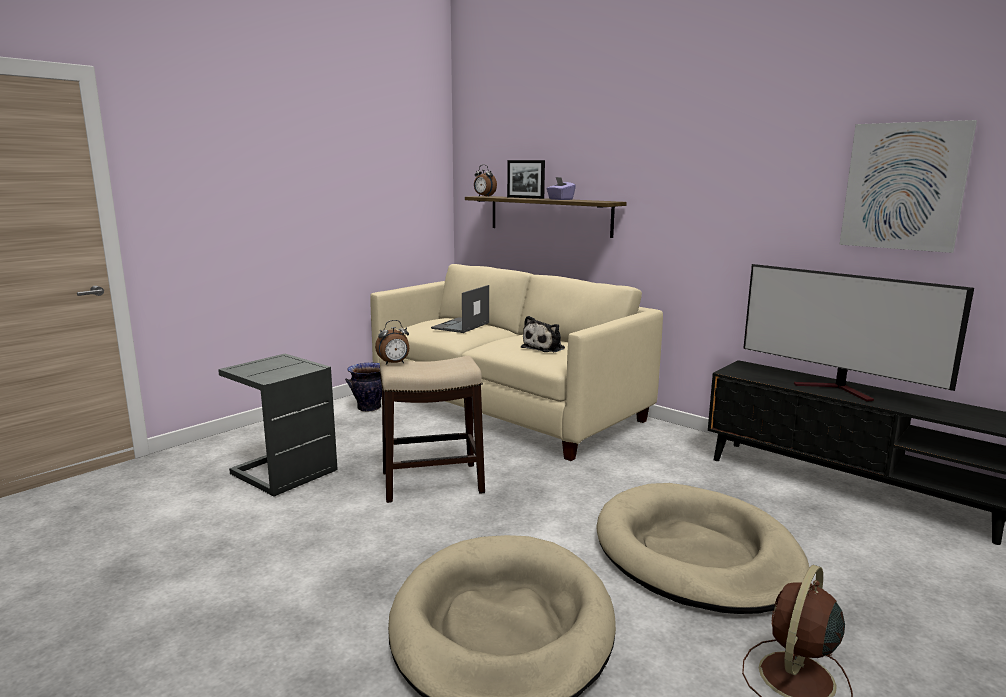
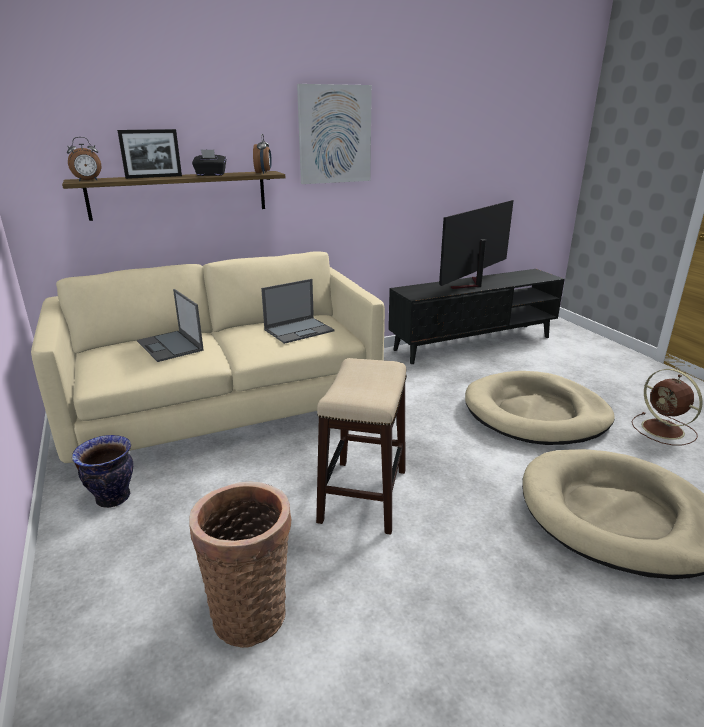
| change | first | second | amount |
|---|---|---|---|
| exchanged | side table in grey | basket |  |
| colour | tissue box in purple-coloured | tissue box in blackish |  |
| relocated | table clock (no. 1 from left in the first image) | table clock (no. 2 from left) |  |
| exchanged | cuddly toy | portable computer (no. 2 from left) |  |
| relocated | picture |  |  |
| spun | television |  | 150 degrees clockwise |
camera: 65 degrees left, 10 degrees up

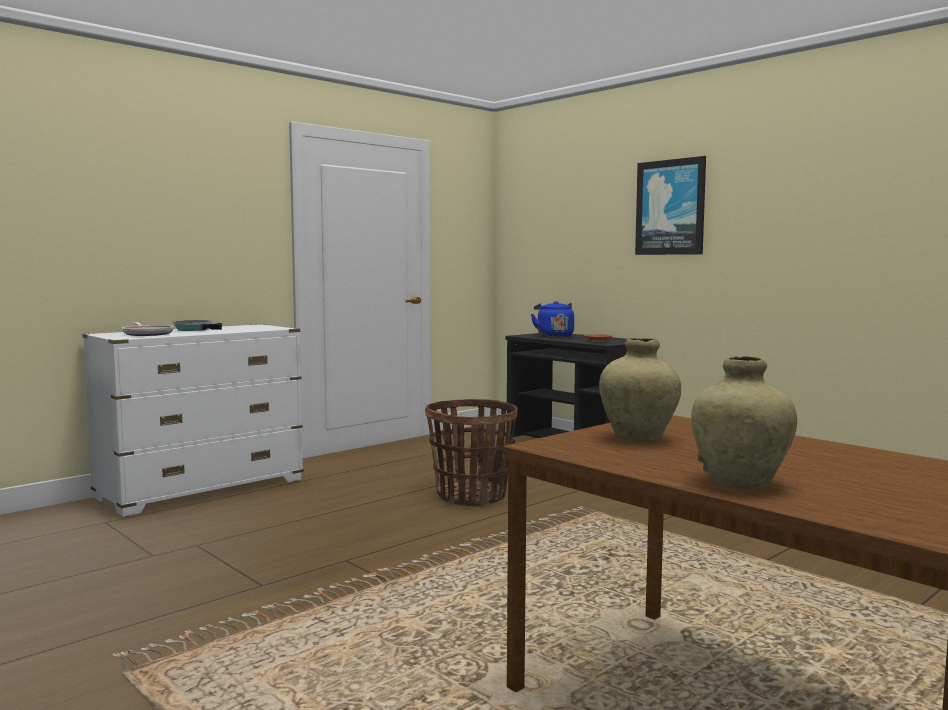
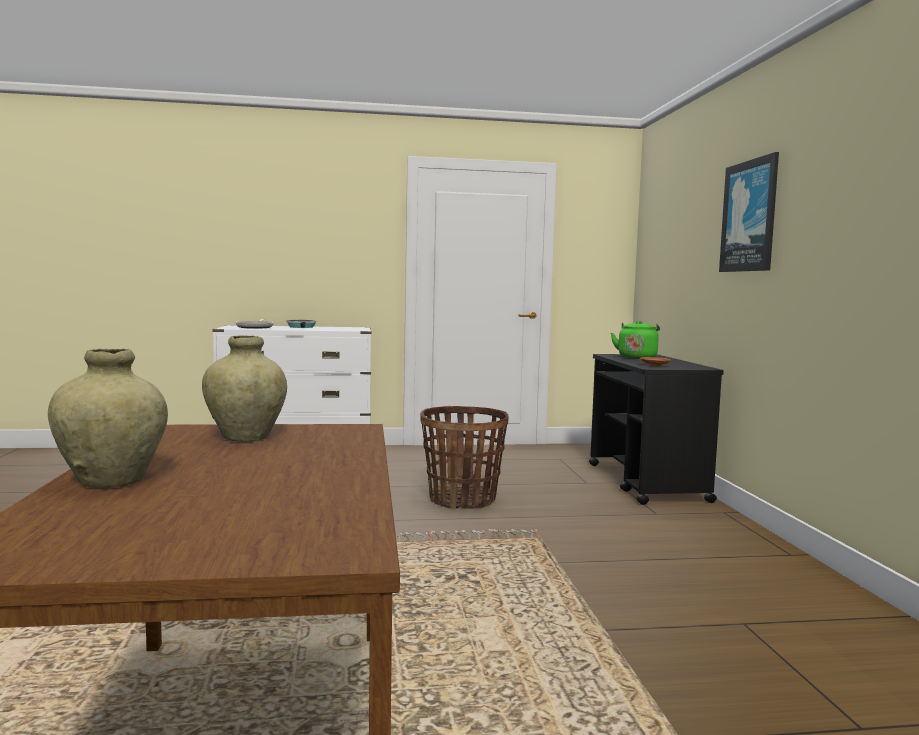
| change | first | second | amount |
|---|---|---|---|
| colour | water kettle in bluish | water kettle in greenish |  |
camera: 35 degrees right, 0 degrees up

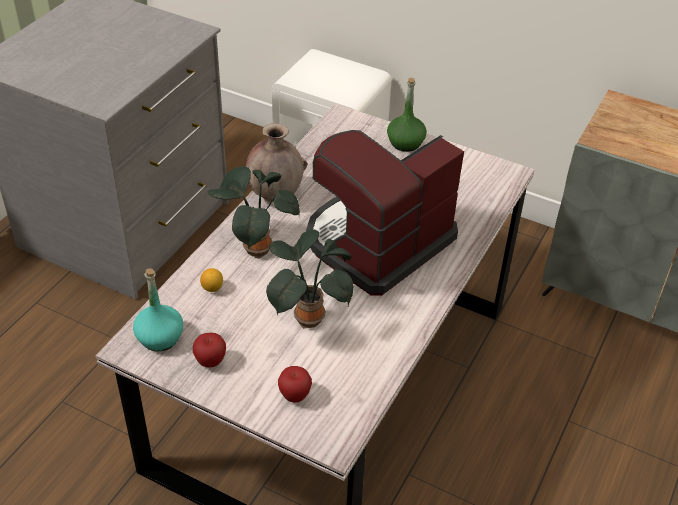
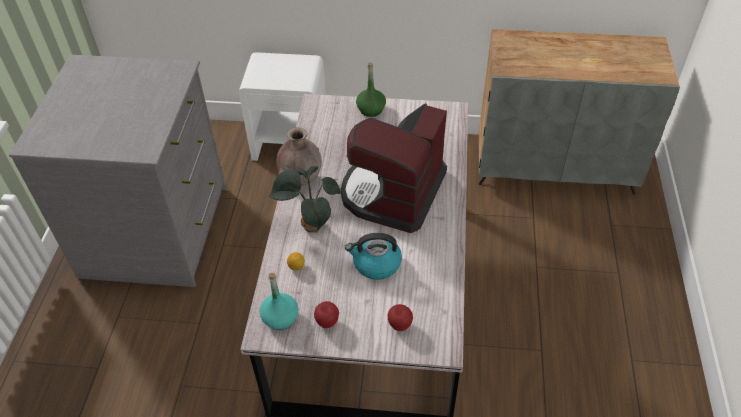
| change | first | second | amount |
|---|---|---|---|
| exchanged | houseplant (no. 2 from left) | water kettle |  |
camera: 20 degrees left, 5 degrees up

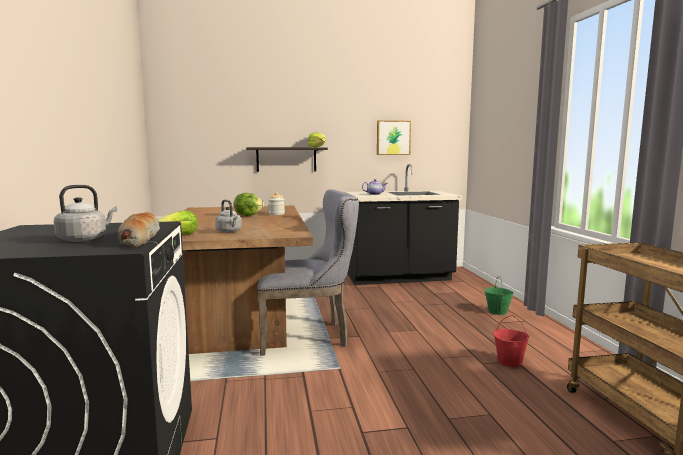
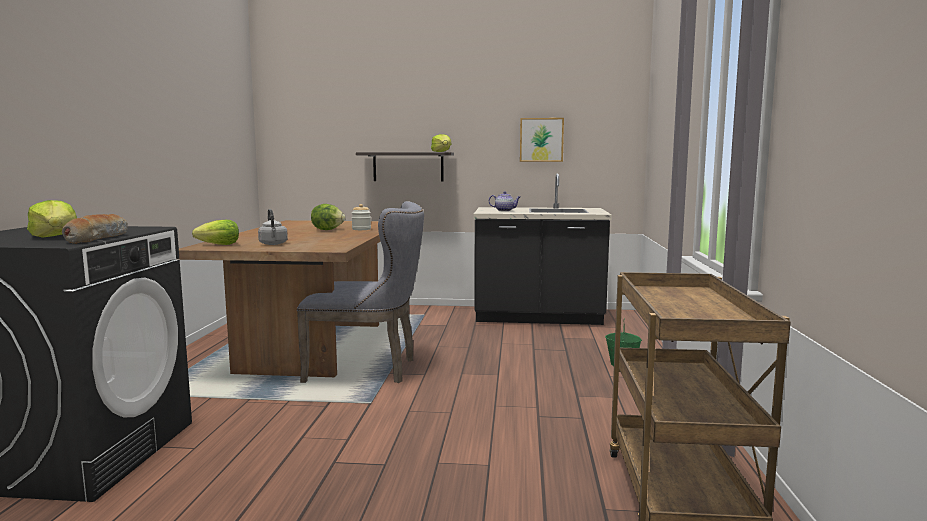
| change | first | second | amount |
|---|---|---|---|
| exchanged | water kettle in grey (no. 1 from left) | head of lettuce (no. 1 from left) |  |
| missing | bucket in red-coloured |  |  |
camera: 15 degrees right, 0 degrees up

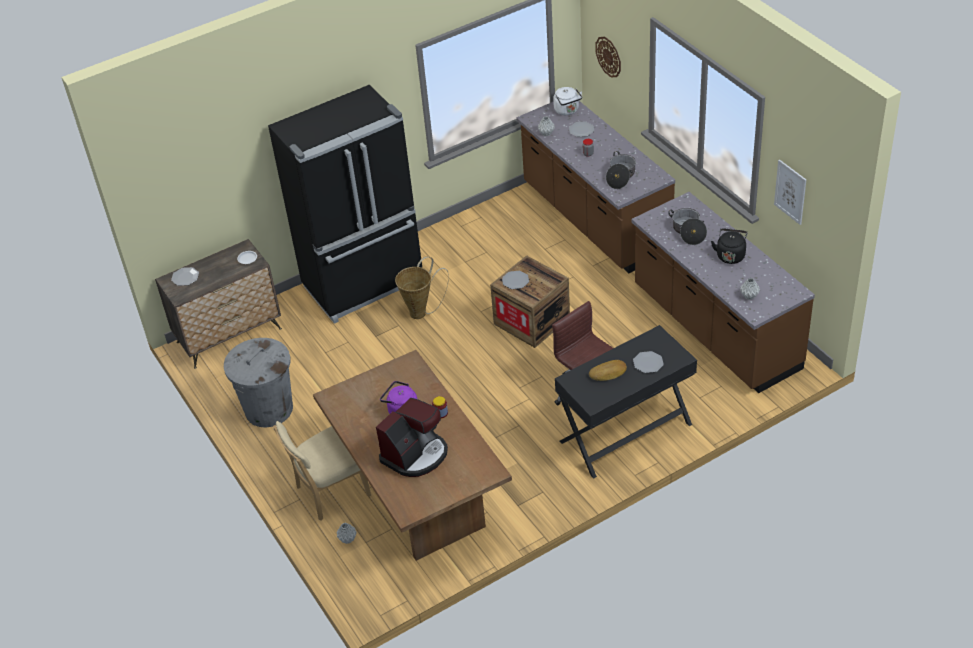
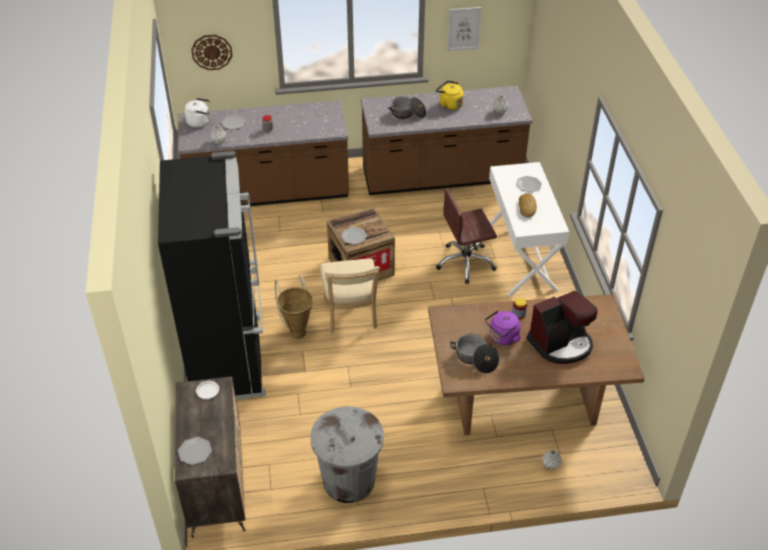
| change | first | second | amount |
|---|---|---|---|
| relocated | chair in beige-coloured |  |  |
| colour | water kettle in blackish | water kettle in yellow-coloured |  |
| relocated | stockpot (no. 1 from left in the first image) | stockpot (no. 2 from left) |  |
| colour | desk unit in blackish | desk unit in white-coloured |  |
| spun | coffee brewer |  | 90 degrees clockwise |
camera: 70 degrees left, 0 degrees up

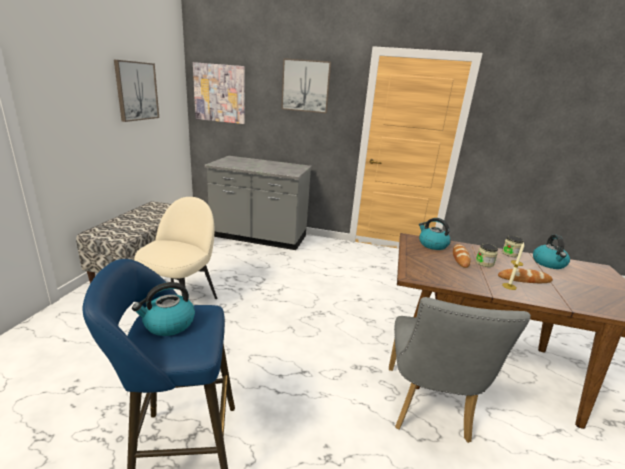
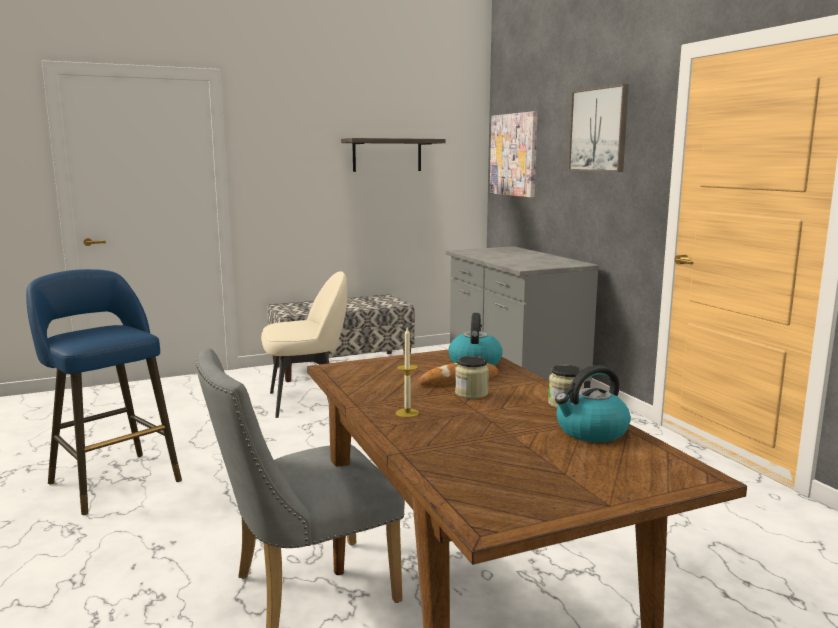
| change | first | second | amount |
|---|---|---|---|
| exchanged | picture (no. 1 from left) | shelf |  |
| missing | water kettle (no. 1 from left) |  |  |
| missing | bread (no. 2 from left) |  |  |
camera: 55 degrees right, 10 degrees down

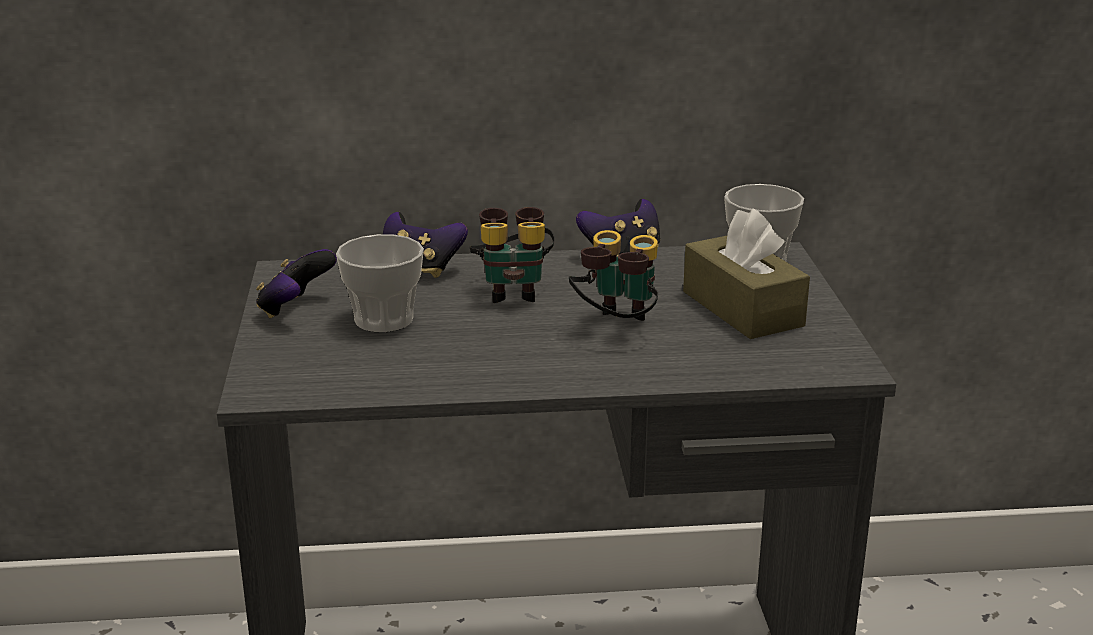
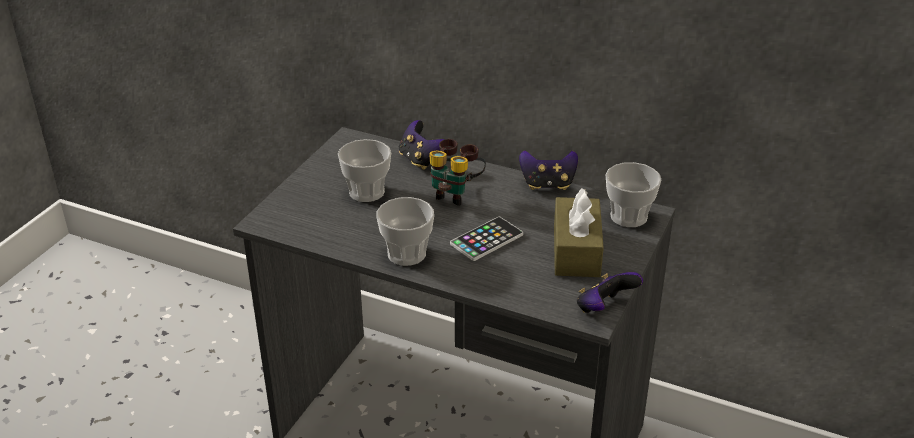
| change | first | second | amount |
|---|---|---|---|
| appeared |  | cup (no. 2 from left) |  |
| exchanged | pair of binoculars (no. 2 from left) | handset |  |
| relocated | joypad (no. 1 from left in the first image) | joypad (no. 3 from left) |  |
camera: 30 degrees right, 10 degrees up

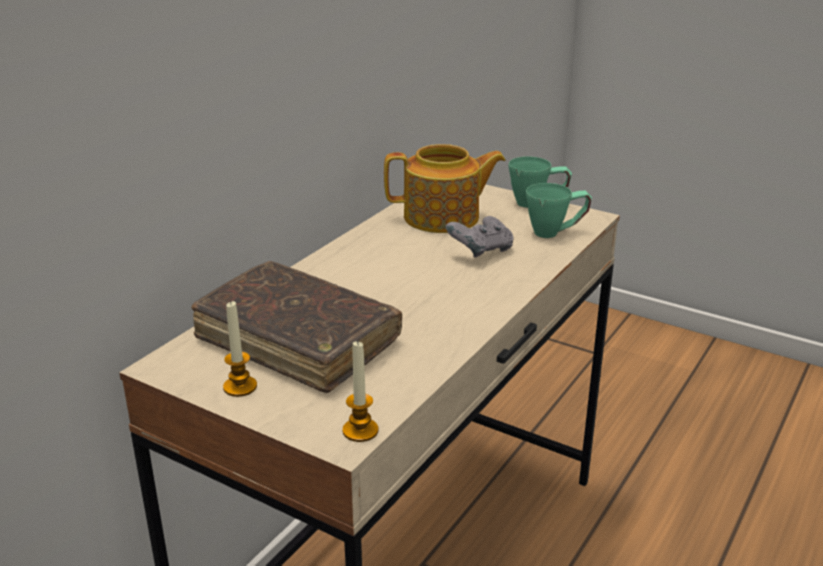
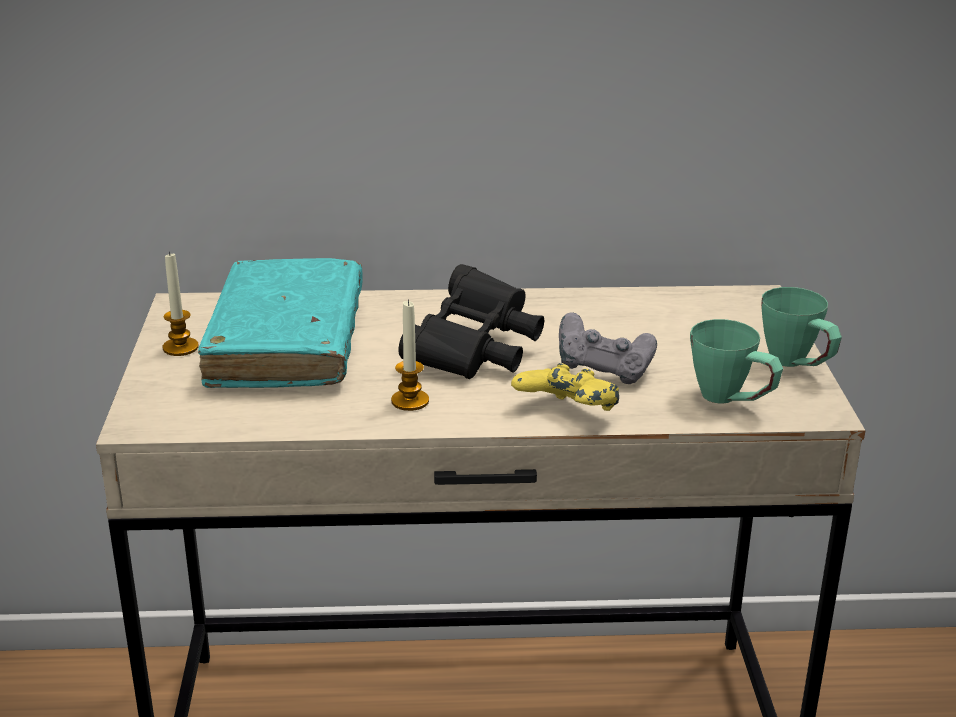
| change | first | second | amount |
|---|---|---|---|
| colour | book in brownish | book in turquoise-coloured |  |
| relocated | wax candle (no. 2 from left) |  |  |
| appeared |  | pair of binoculars in blackish |  |
| appeared |  | joypad in yellow-coloured |  |
| missing | teapot |  |  |
camera: 55 degrees right, 0 degrees up

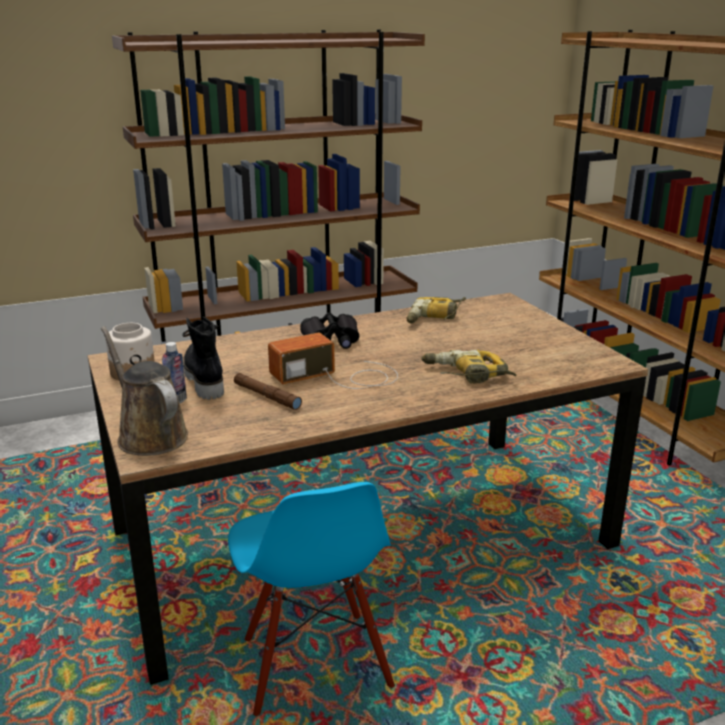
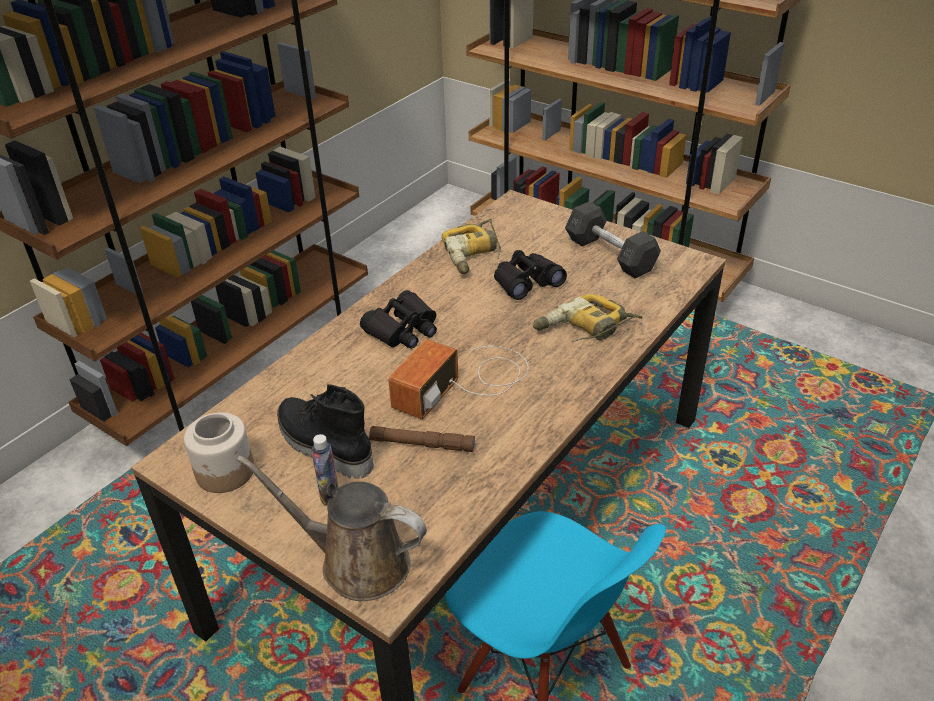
| change | first | second | amount |
|---|---|---|---|
| appeared |  | pair of binoculars in blackish (no. 2 from left) |  |
| appeared |  | free weight in grey |  |
camera: 30 degrees left, 15 degrees up

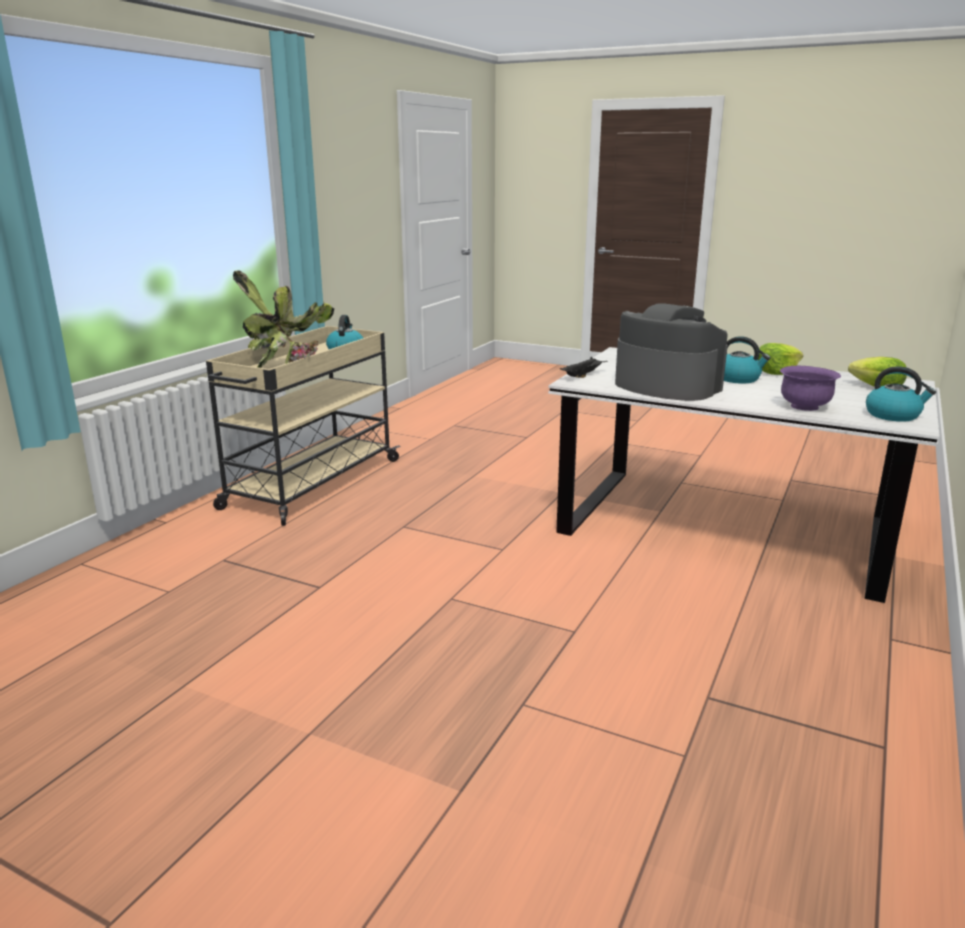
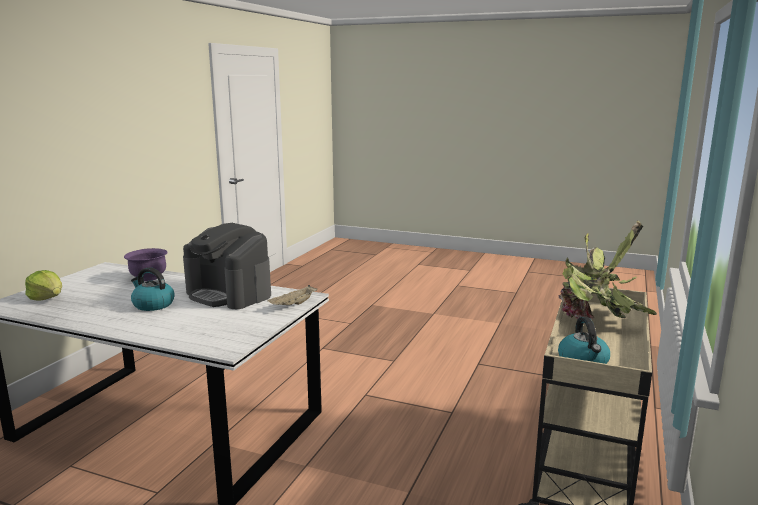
| change | first | second | amount |
|---|---|---|---|
| colour | tray in blackish | tray in beige-coloured |  |
| missing | head of lettuce (no. 1 from left) |  |  |
| missing | water kettle (no. 3 from left) |  |  |
camera: 175 degrees right, 5 degrees down

